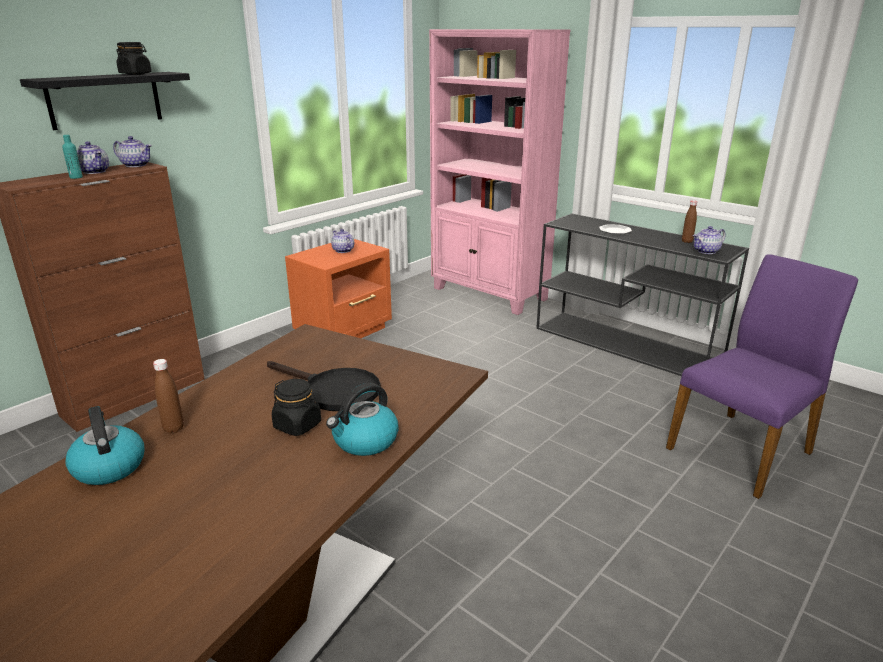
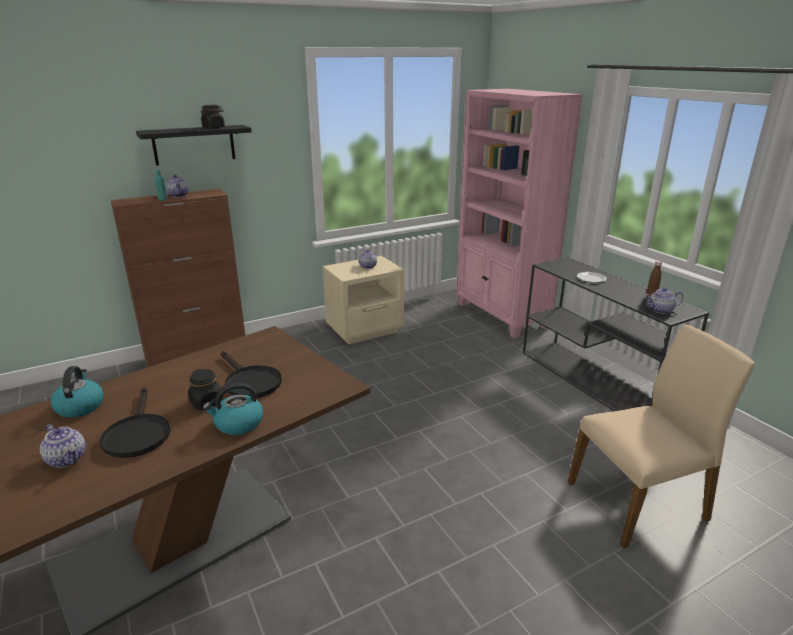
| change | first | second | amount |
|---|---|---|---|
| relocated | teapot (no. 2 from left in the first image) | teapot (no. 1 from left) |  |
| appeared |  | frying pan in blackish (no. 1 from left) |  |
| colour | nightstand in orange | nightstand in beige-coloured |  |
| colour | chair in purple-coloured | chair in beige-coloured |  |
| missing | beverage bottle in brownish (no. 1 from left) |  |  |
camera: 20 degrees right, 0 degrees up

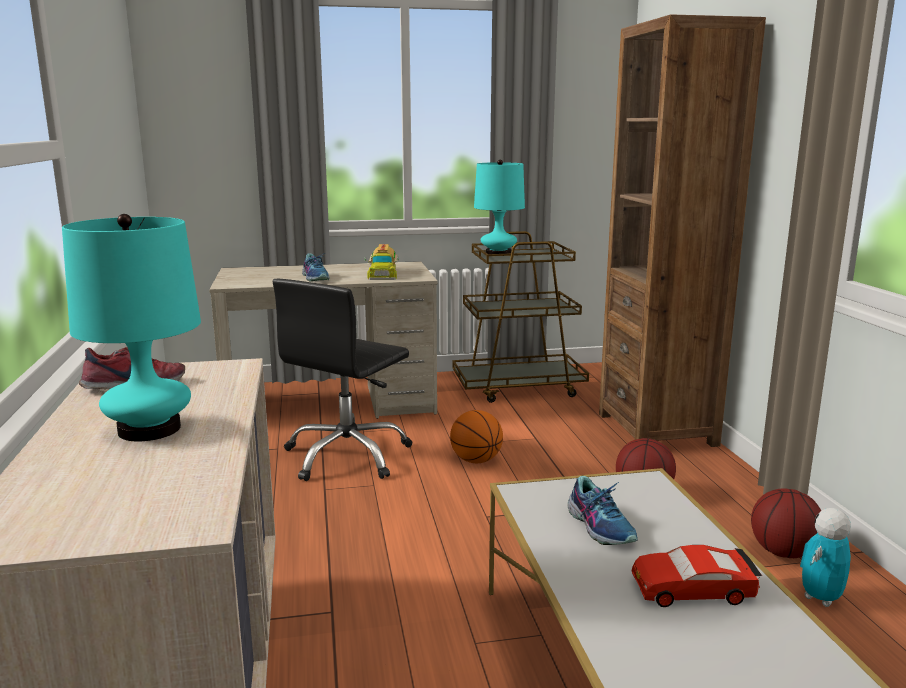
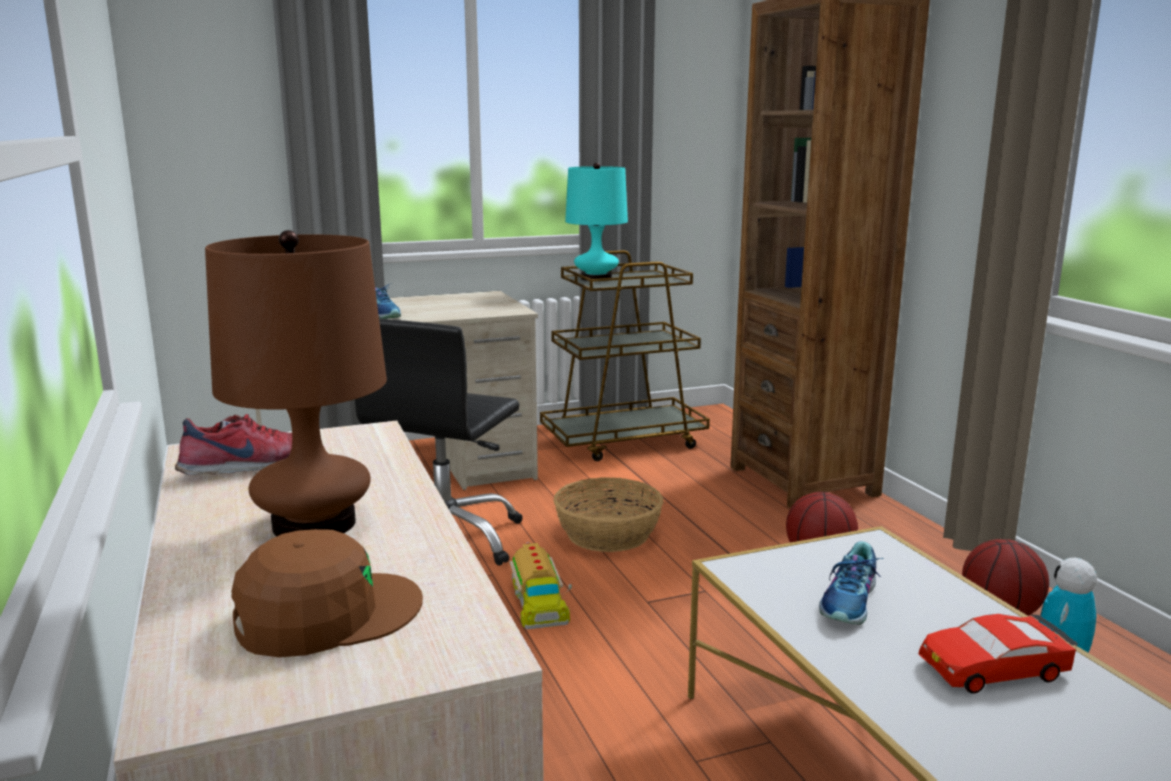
| change | first | second | amount |
|---|---|---|---|
| colour | lamp for a table in turquoise-coloured (no. 1 from left) | lamp for a table in brownish |  |
| appeared |  | peaked cap in brownish |  |
| relocated | model truck |  |  |
| exchanged | ball for basketball (no. 1 from left) | basket |  |
| spun | shoe (no. 3 from left) |  | 60 degrees clockwise |
camera: 10 degrees left, 0 degrees up

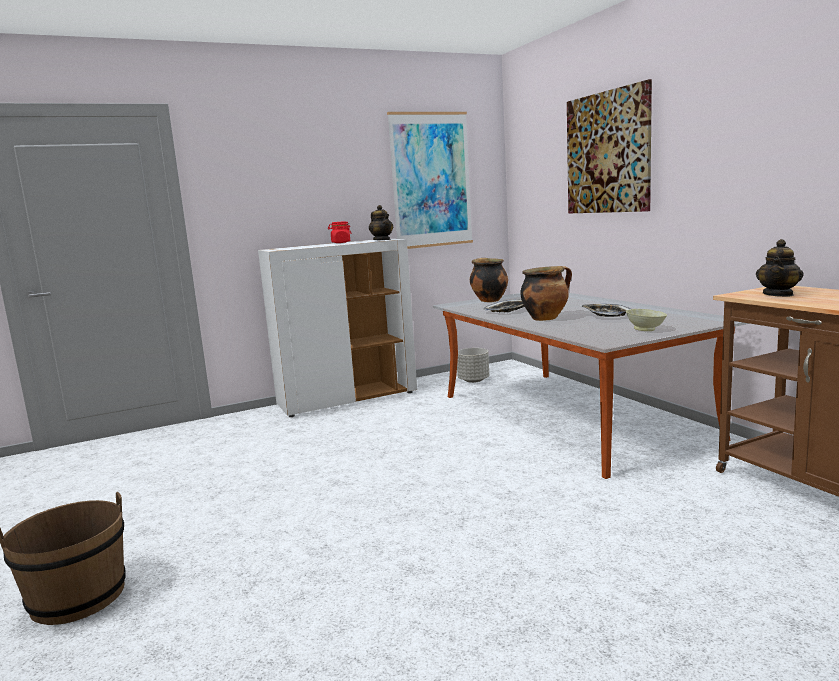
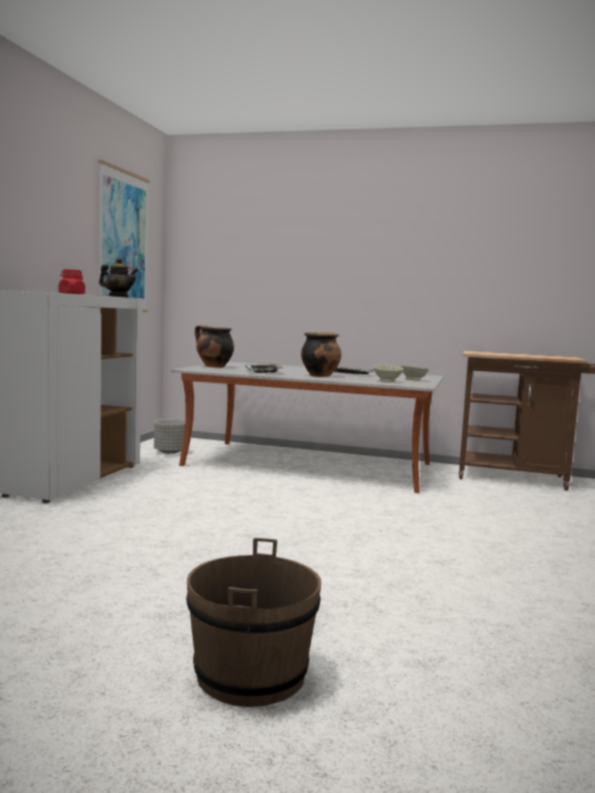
| change | first | second | amount |
|---|---|---|---|
| appeared |  | deep dish in beige-coloured (no. 1 from left) |  |
| missing | picture (no. 2 from left) |  |  |
| missing | teapot (no. 2 from left) |  |  |
camera: 50 degrees left, 5 degrees down

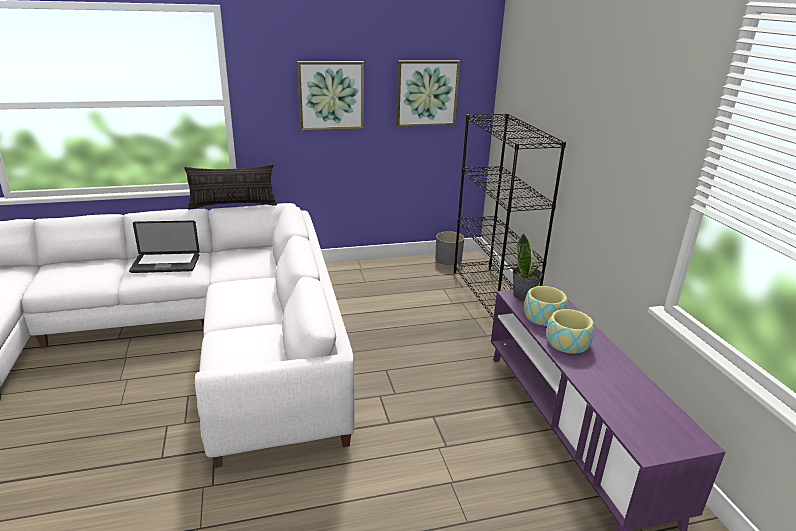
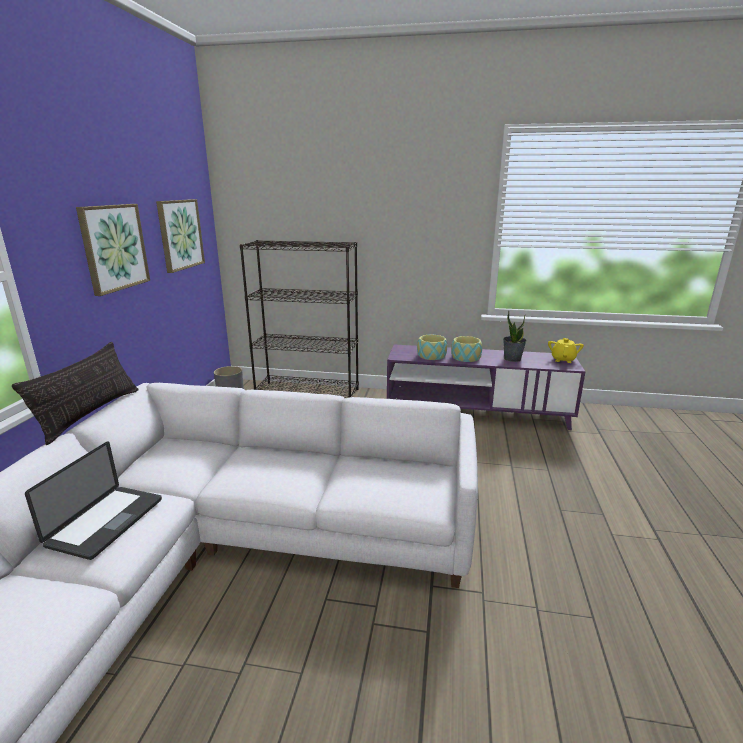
| change | first | second | amount |
|---|---|---|---|
| relocated | houseplant |  |  |
| appeared |  | teapot in yellow-coloured |  |
camera: 65 degrees left, 5 degrees down

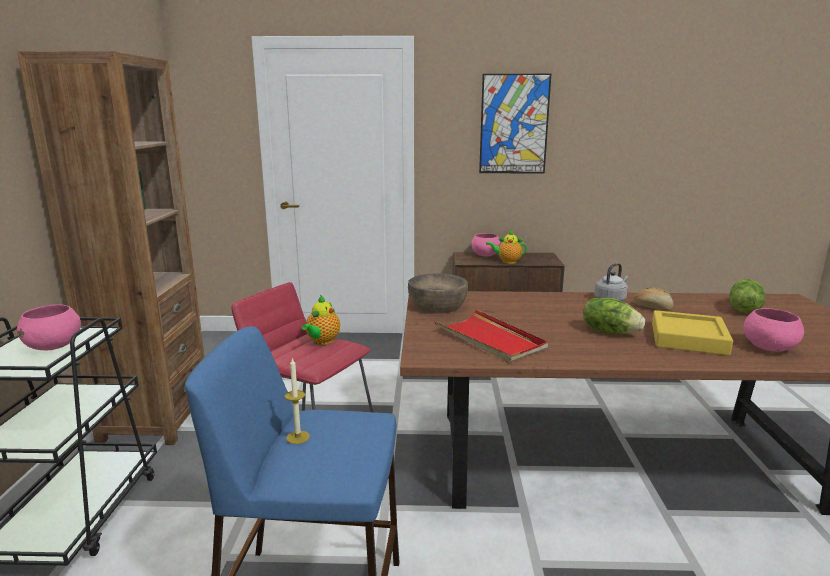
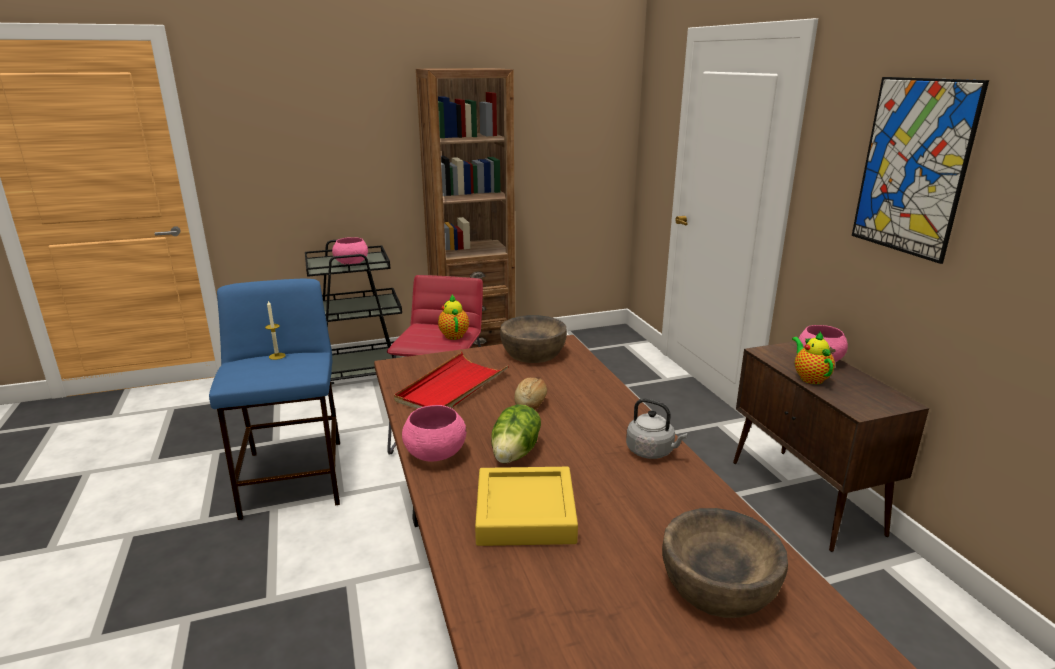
| change | first | second | amount |
|---|---|---|---|
| relocated | deep dish in pinkish (no. 3 from left in the first image) | deep dish in pinkish (no. 2 from left) |  |
| spun | teapot (no. 1 from left) |  | 75 degrees clockwise |
| relocated | bread |  |  |
| exchanged | head of lettuce (no. 2 from left) | deep dish in brownish (no. 2 from left) |  |
camera: 70 degrees right, 5 degrees up

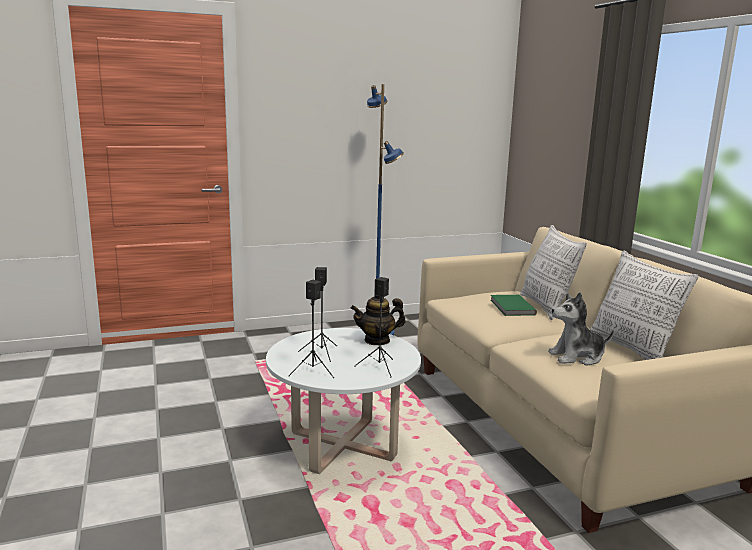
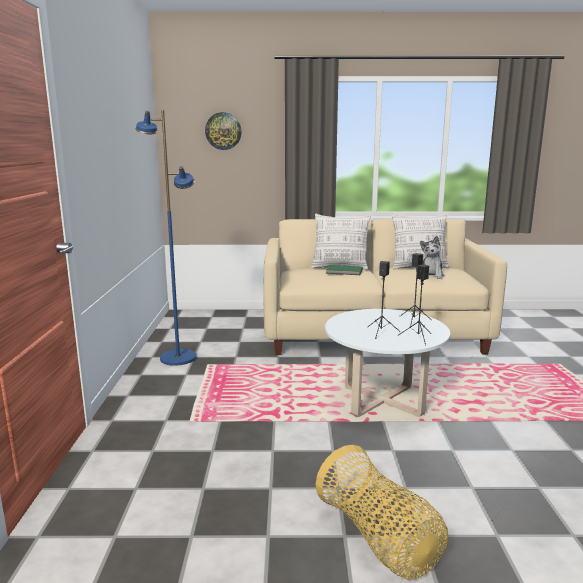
| change | first | second | amount |
|---|---|---|---|
| appeared |  | wall clock |  |
| appeared |  | basket |  |
| missing | teapot |  |  |
camera: 70 degrees left, 0 degrees up

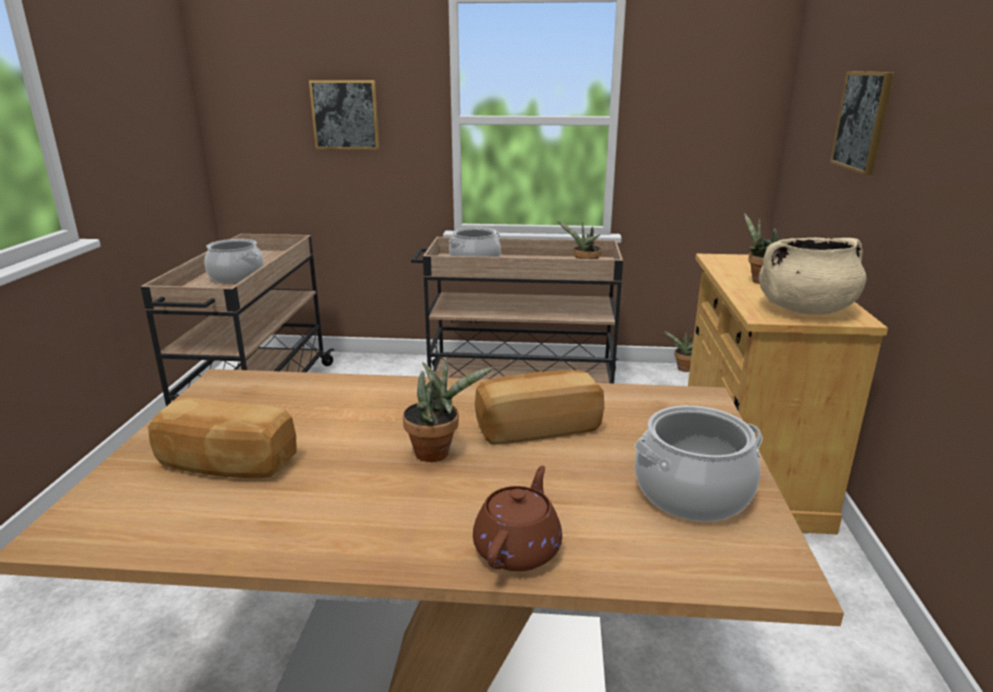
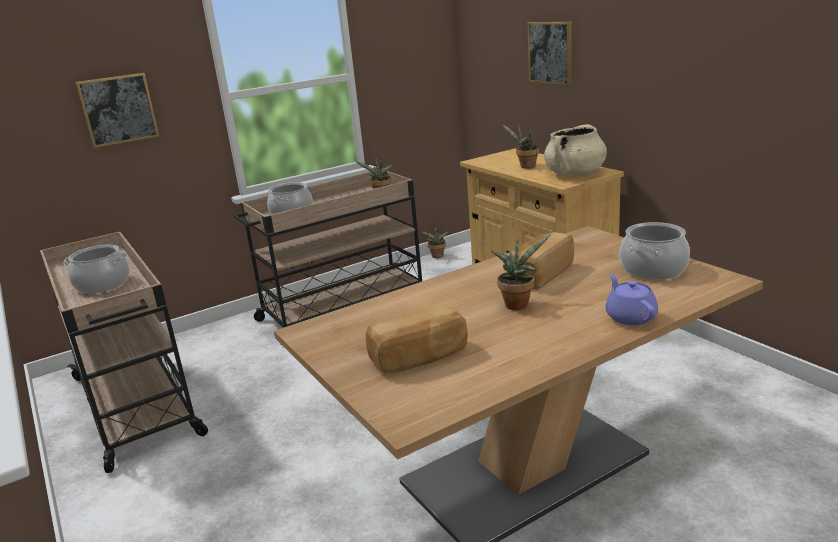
| change | first | second | amount |
|---|---|---|---|
| colour | teapot in brownish | teapot in purple-coloured |  |
camera: 35 degrees left, 0 degrees up

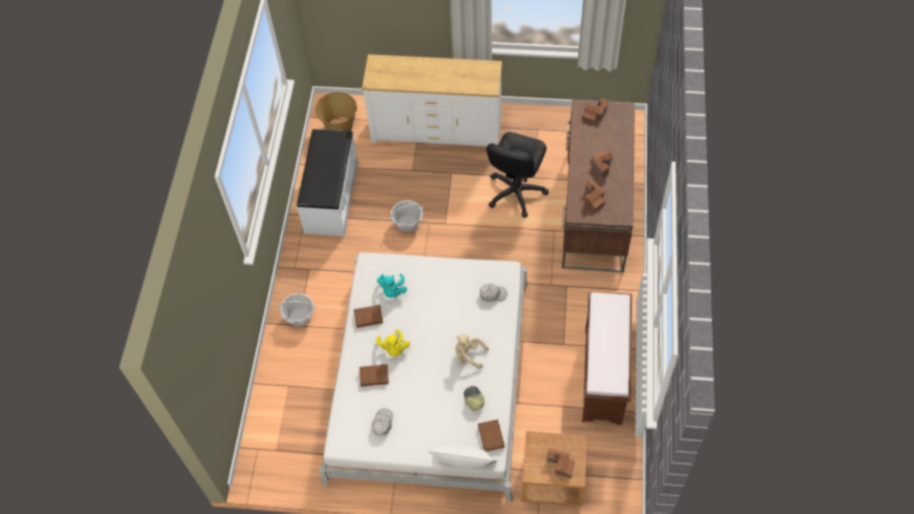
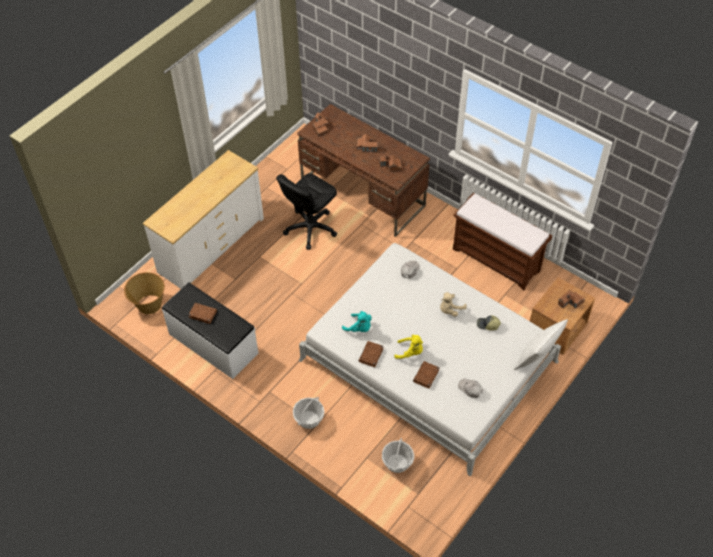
| change | first | second | amount |
|---|---|---|---|
| relocated | book in brownish (no. 3 from left in the first image) | book in brownish (no. 1 from left) |  |
| spun | office chair in blackish |  | 75 degrees clockwise |
| relocated | basket (no. 3 from left) |  |  |
camera: 60 degrees left, 5 degrees down

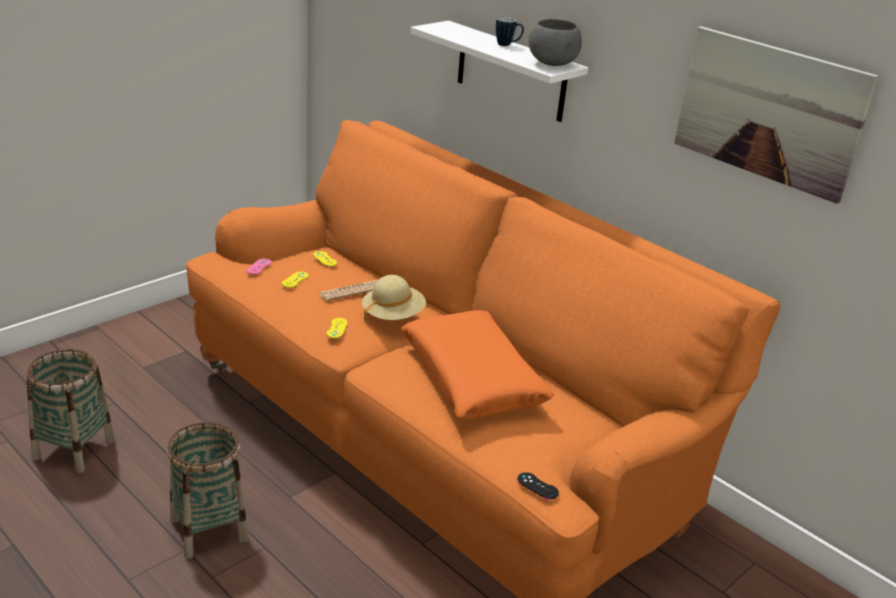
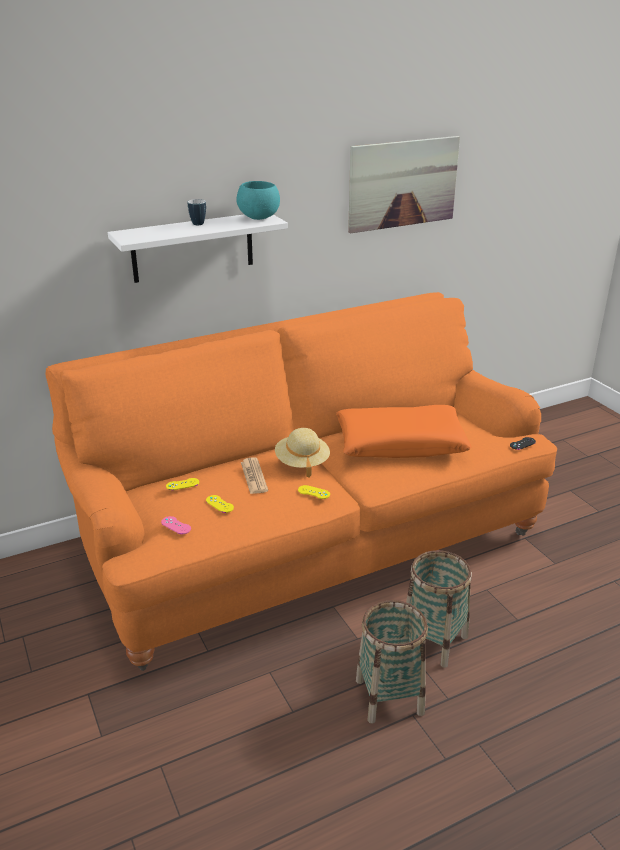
| change | first | second | amount |
|---|---|---|---|
| colour | deep dish in grey | deep dish in turquoise-coloured |  |
| relocated | basket (no. 1 from left in the first image) | basket (no. 2 from left) |  |
camera: 70 degrees left, 0 degrees up

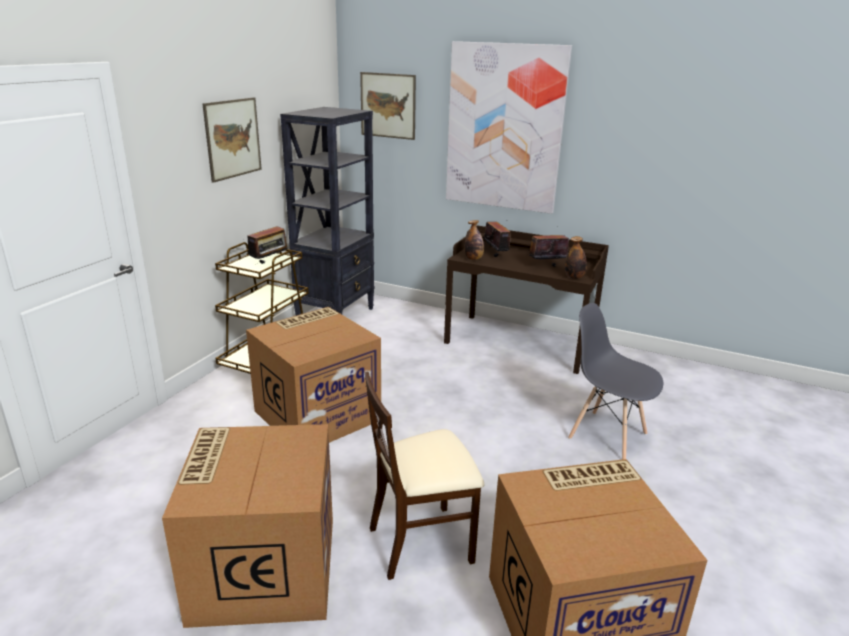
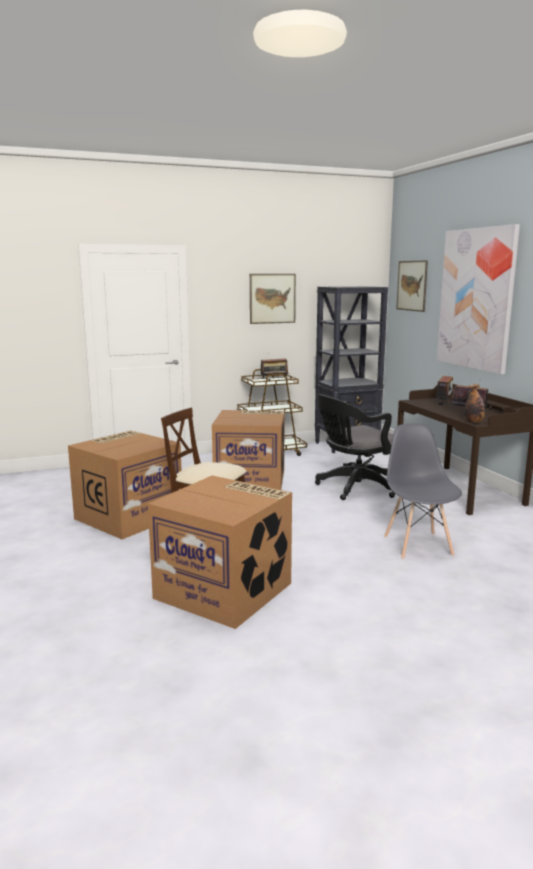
| change | first | second | amount |
|---|---|---|---|
| appeared |  | office chair in blackish |  |
| missing | beverage bottle (no. 1 from left) |  |  |
camera: 45 degrees right, 10 degrees down

